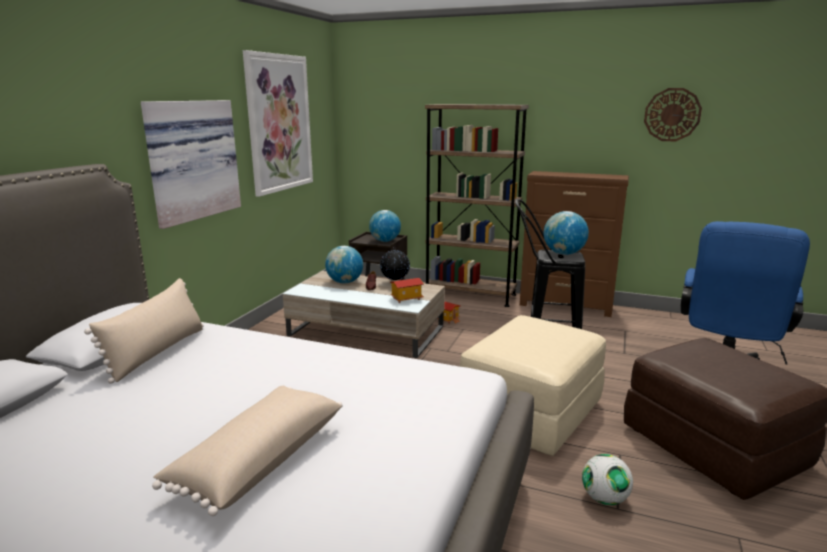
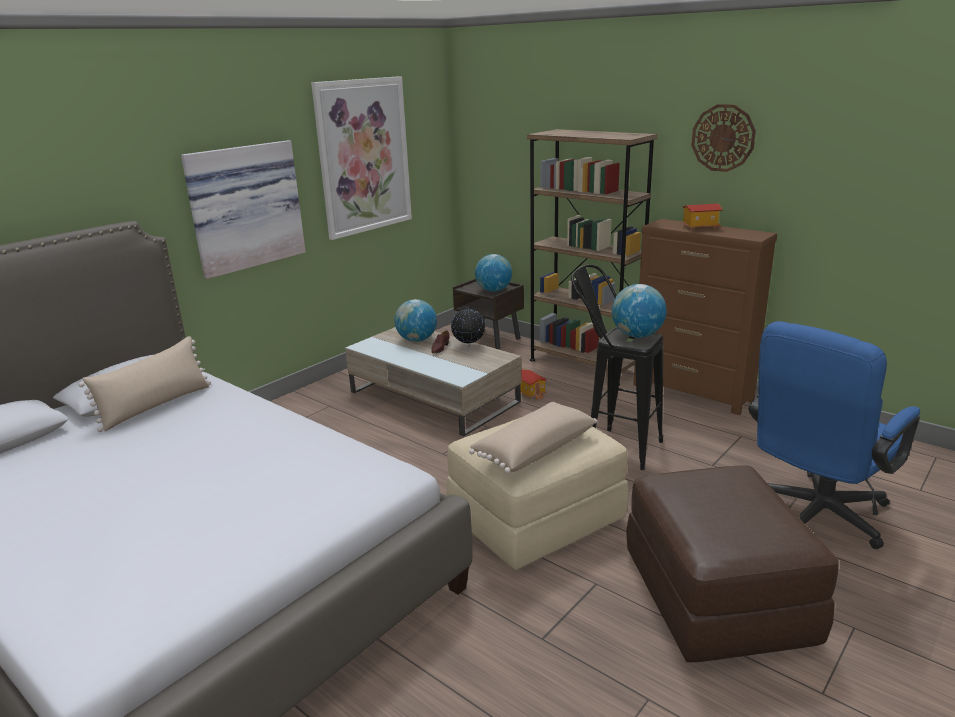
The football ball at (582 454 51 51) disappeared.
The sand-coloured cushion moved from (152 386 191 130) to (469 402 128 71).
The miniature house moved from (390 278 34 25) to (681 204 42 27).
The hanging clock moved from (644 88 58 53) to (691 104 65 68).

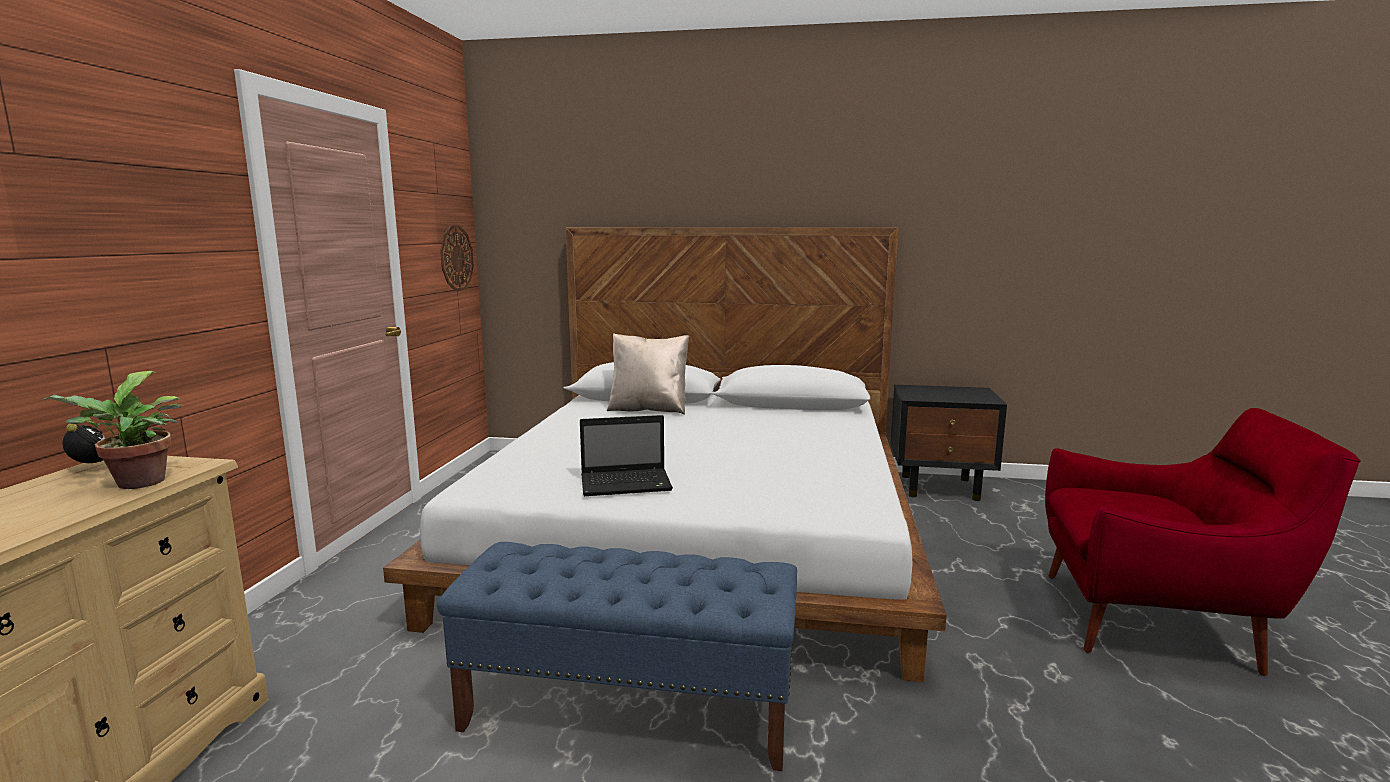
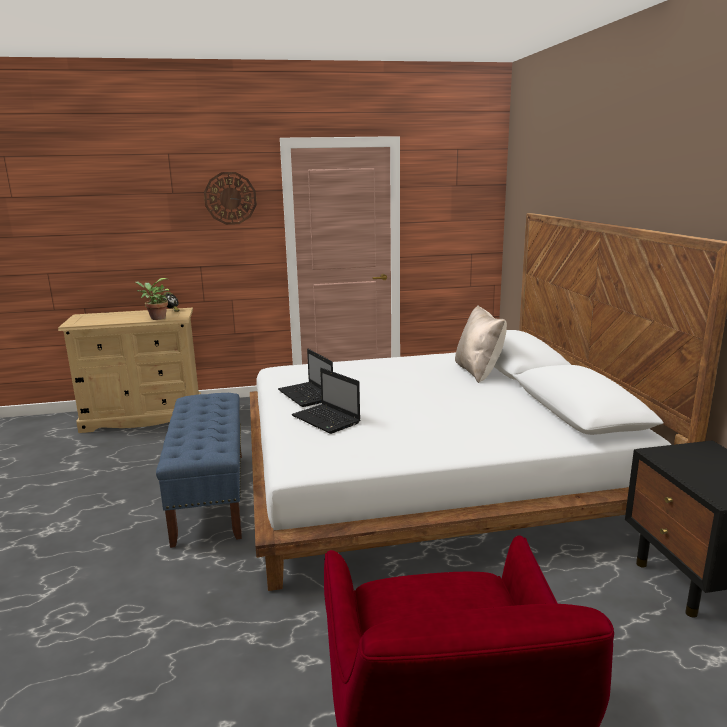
The laptop at (292 368 69 66) appeared.
The hanging clock moved from (440 226 34 65) to (204 172 53 53).

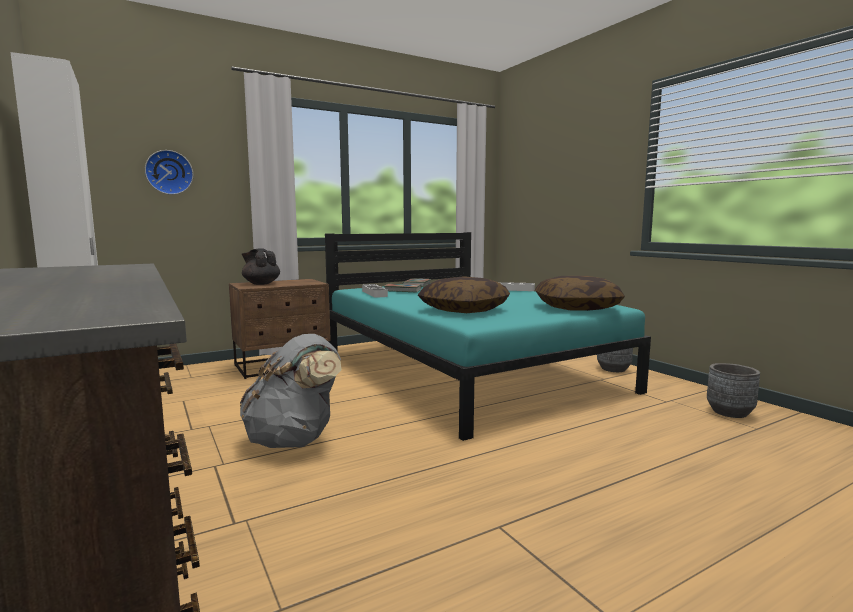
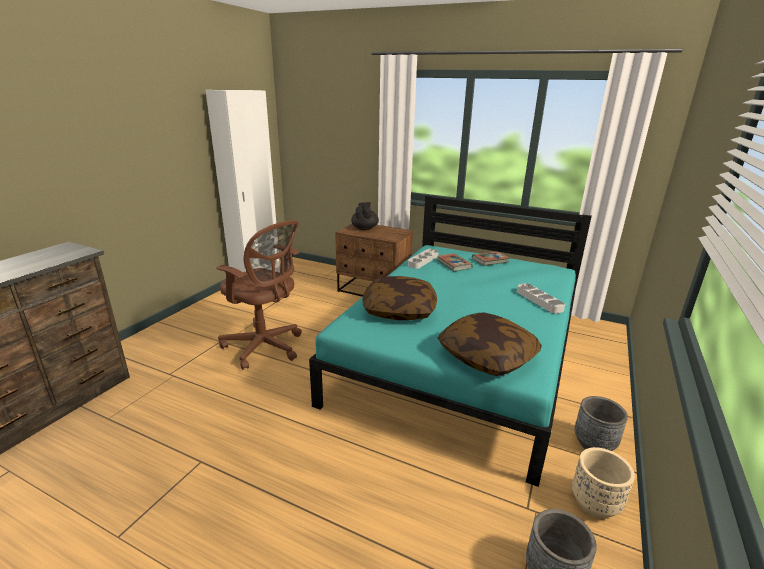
The hanging clock at (145 150 48 45) disappeared.
The sand-coloured plant pot at (572 447 63 71) appeared.
The gray knapsack at (240 334 102 114) was replaced by the brown desk chair at (216 220 86 150).

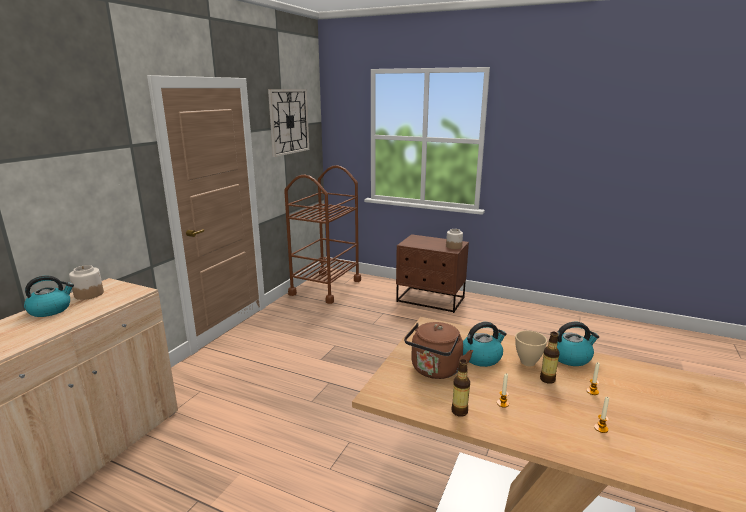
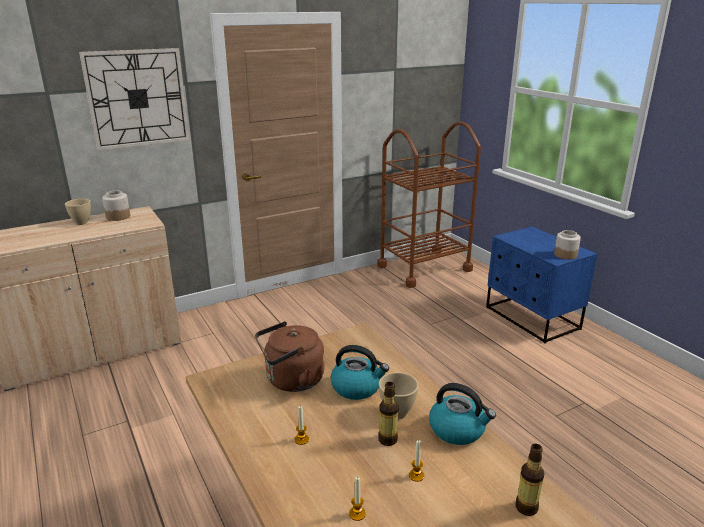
The hanging clock moved from (268 89 41 68) to (79 48 111 103).
The bottle moved from (452 359 18 58) to (515 444 30 72).
The water kettle at (24 276 50 41) was replaced by the sand-coloured serving bowl at (65 199 26 26).
The brown bedside table at (396 234 73 79) became the blue-coloured bedside table at (486 227 111 116).

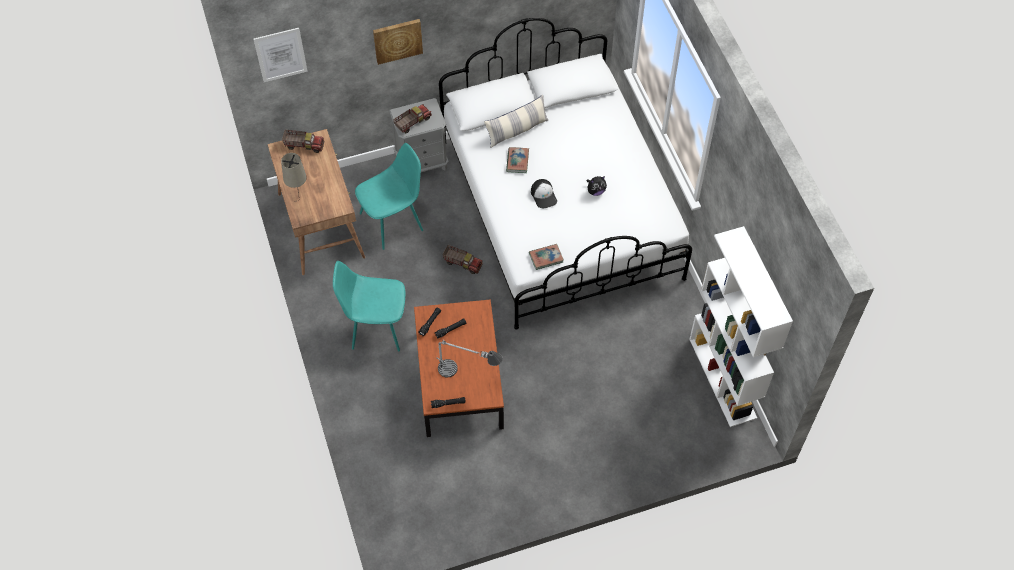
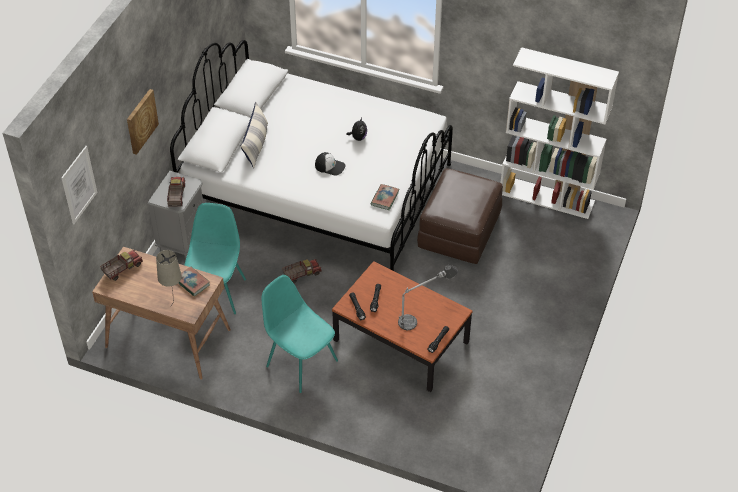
The brown footrest at (417 168 86 96) appeared.
The volume moved from (506 147 23 26) to (178 266 32 30).
The turquoise chair at (333 261 72 90) turned 90 degrees clockwise.

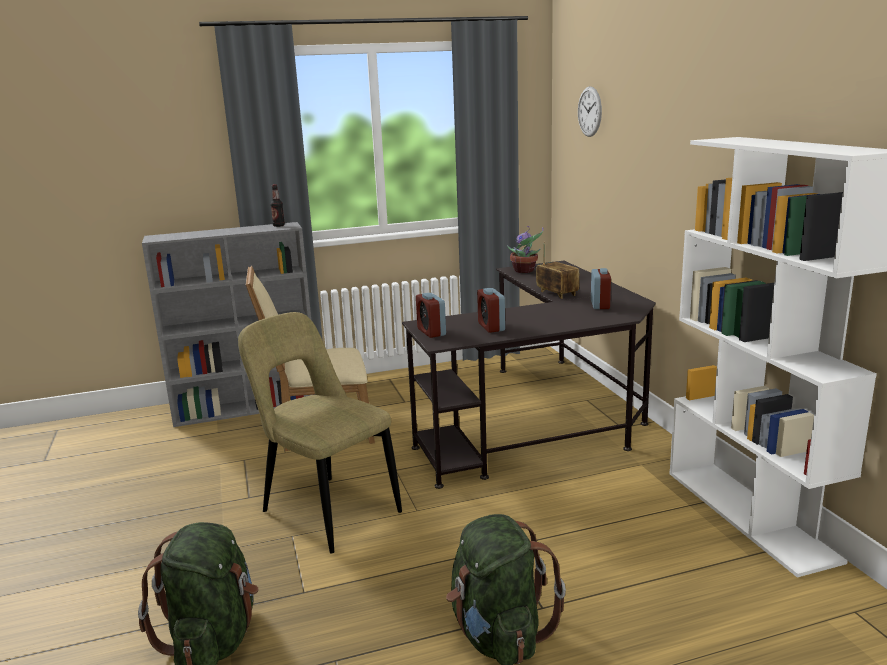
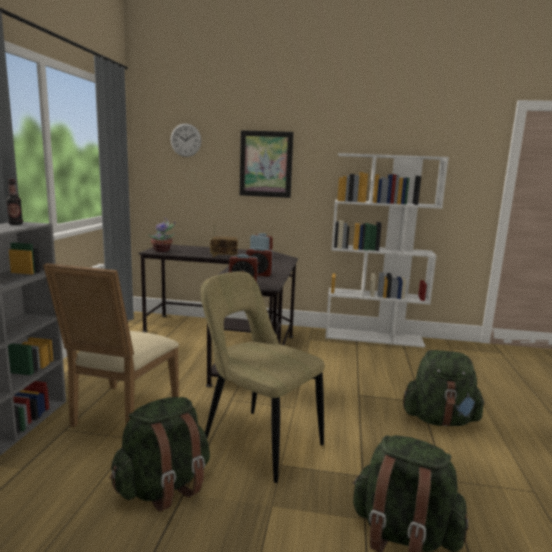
The green-coloured knapsack at (110 397 100 115) appeared.
The wall art at (240 130 54 68) appeared.
The sand-coloured chair at (238 312 164 242) turned 60 degrees clockwise.

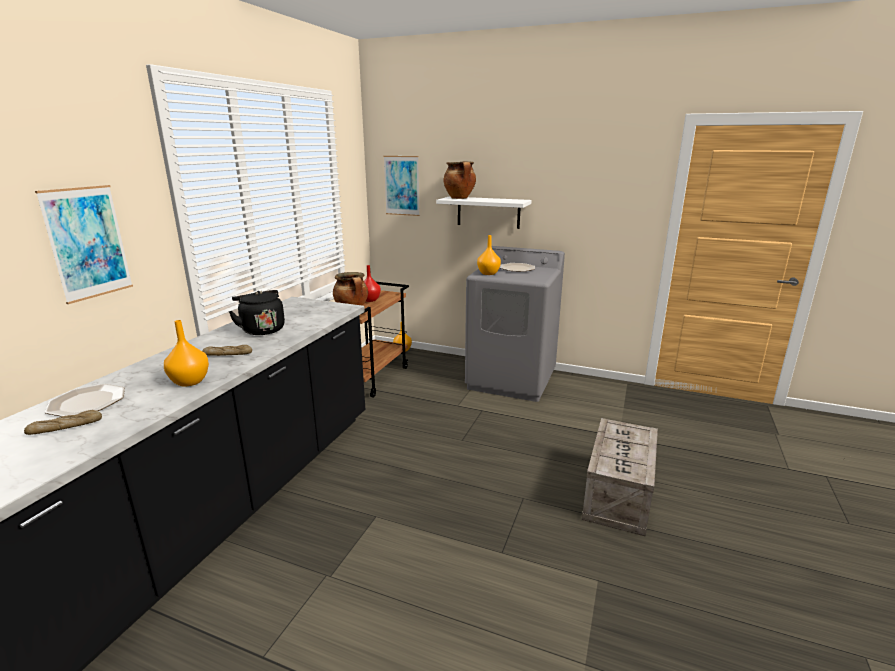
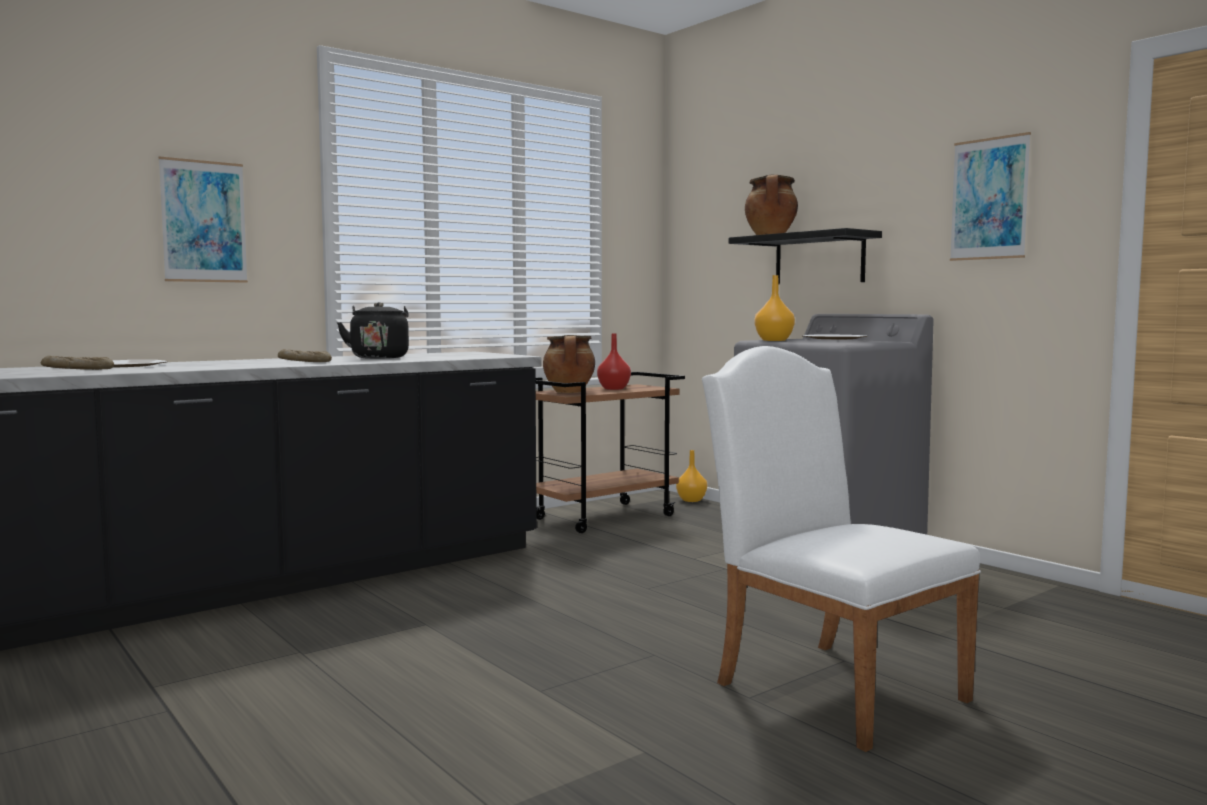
The orangey flower vase at (164 320 45 67) disappeared.
The wall art moved from (384 156 36 60) to (950 132 81 129).
The packing crate at (582 418 76 119) was replaced by the white-coloured chair at (702 346 279 406).
The white-coloured bracket shelf at (436 197 96 32) became the blackish bracket shelf at (729 228 153 56).

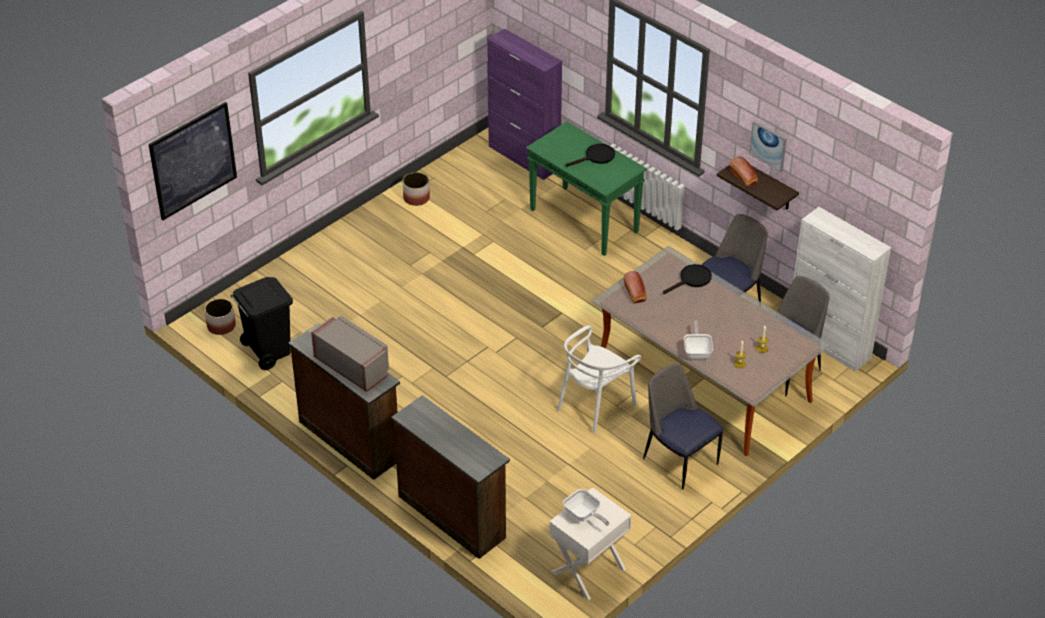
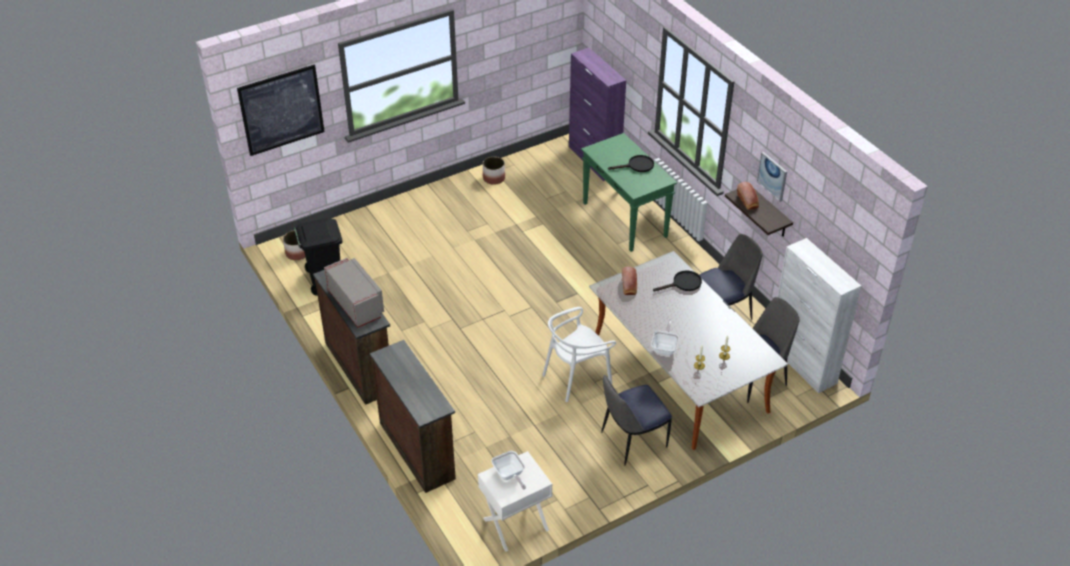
The chair at (643 363 80 127) turned 90 degrees counterclockwise.

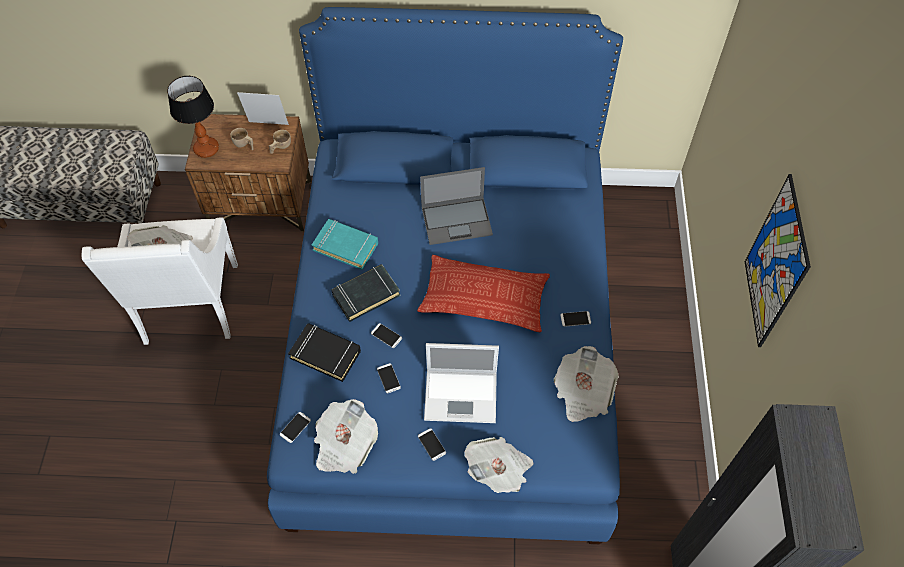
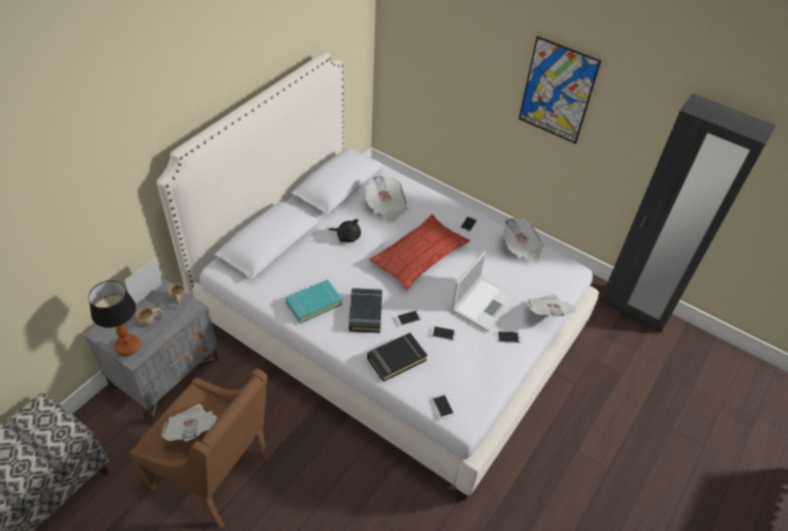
The daily paper moved from (314 399 64 75) to (365 174 43 49).
The laptop at (420 167 73 78) was replaced by the blackish soft toy at (329 219 32 23).
The white-coloured armchair at (82 217 156 128) became the brown armchair at (129 368 142 160).
The brown bedside table at (185 114 126 118) became the gray bedside table at (84 276 135 146).
The blue-coloured bedroom bed at (267 7 356 537) became the white-coloured bedroom bed at (157 52 442 449).

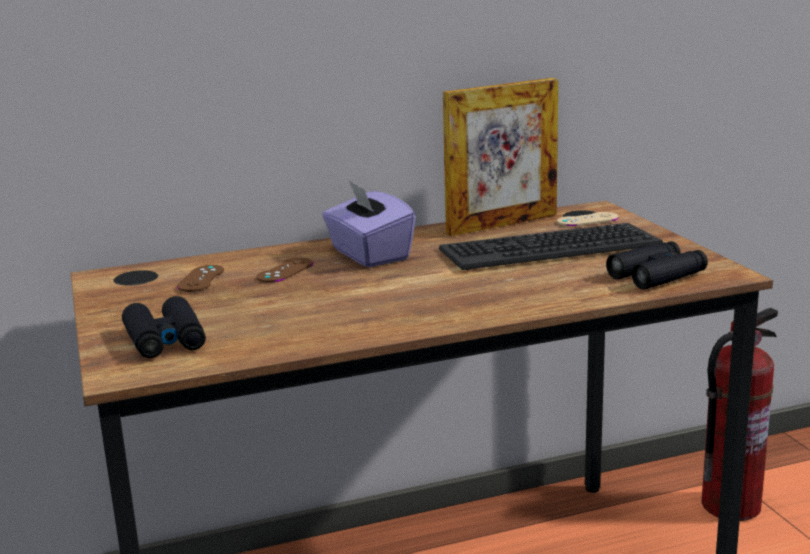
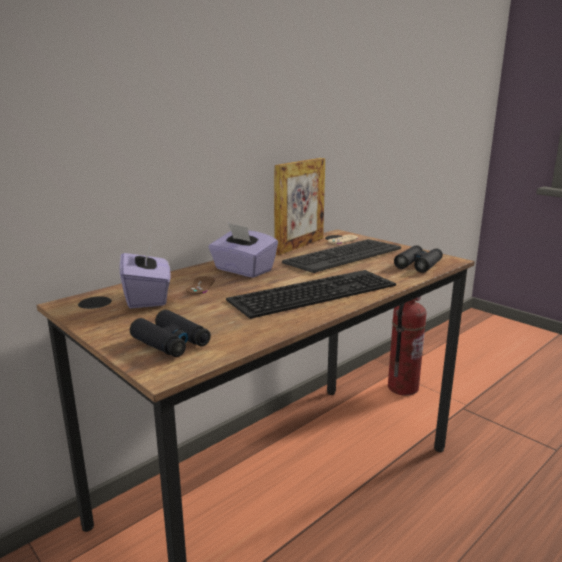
The computer keyboard at (226 270 170 49) appeared.
The brown game controller at (177 265 47 27) was replaced by the purple tissue holder at (120 242 51 67).

